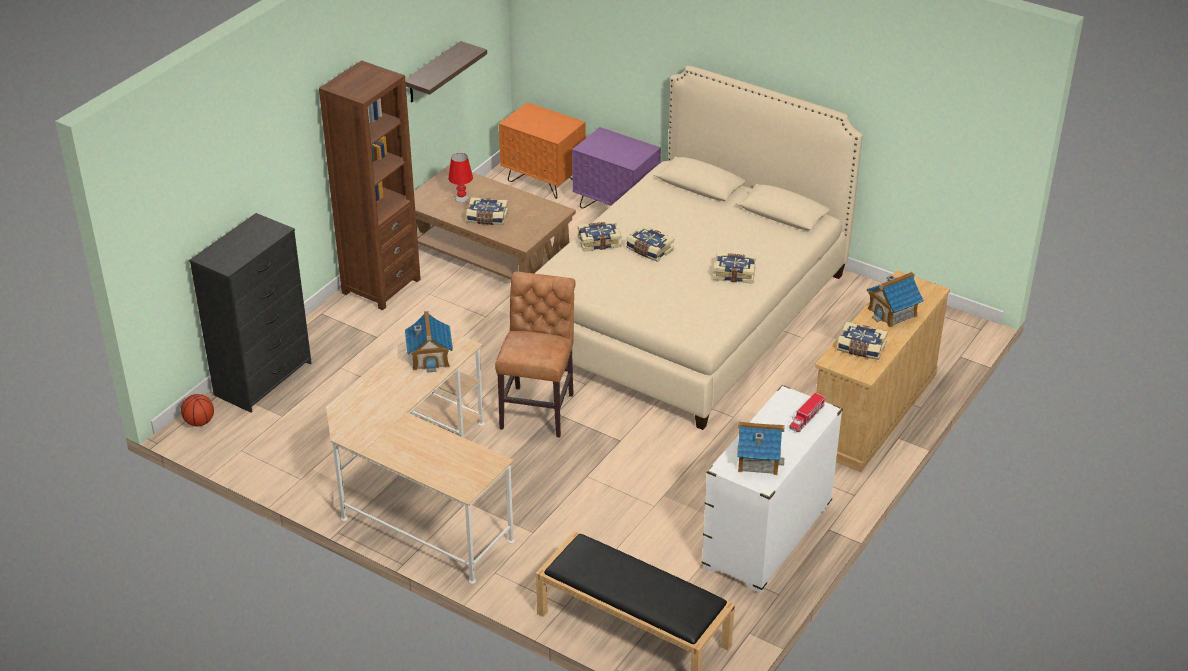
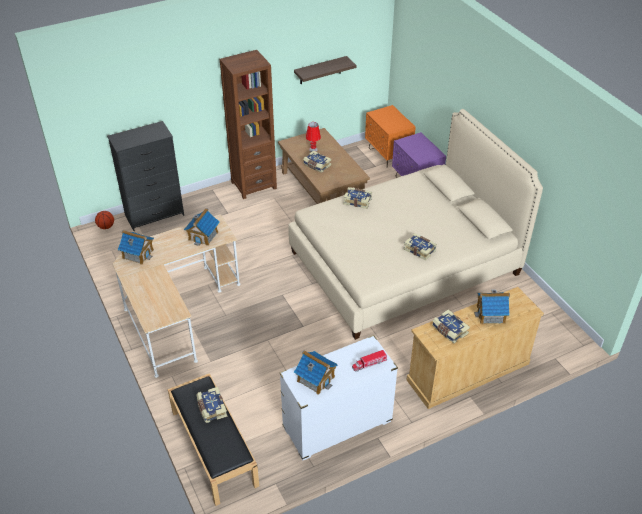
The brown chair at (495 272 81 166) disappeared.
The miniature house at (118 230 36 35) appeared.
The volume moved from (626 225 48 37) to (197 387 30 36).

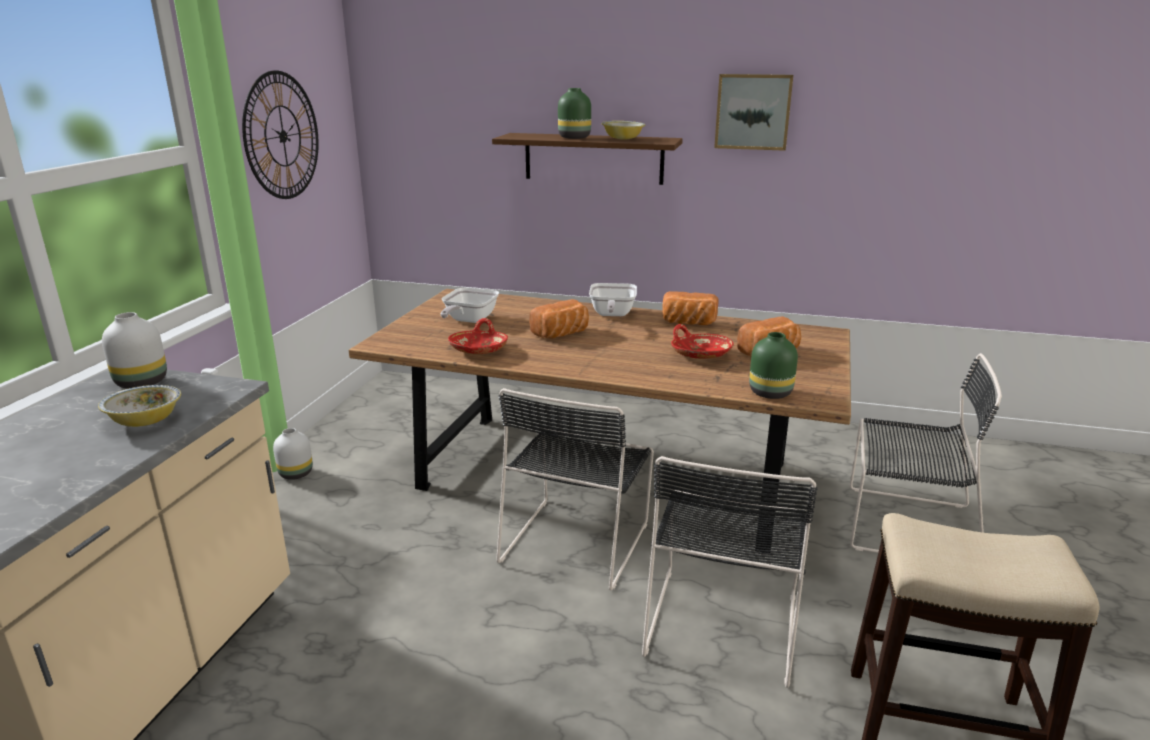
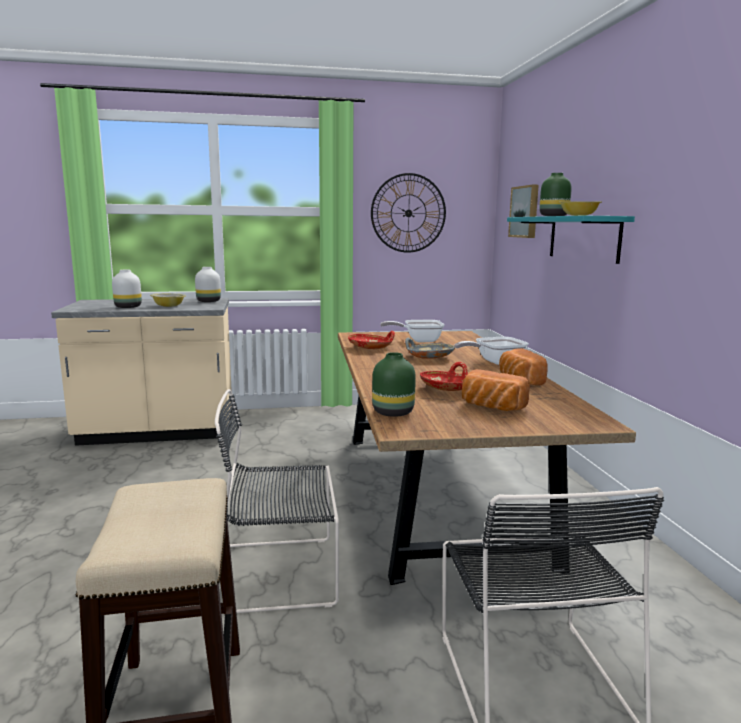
The blackish chair at (496 388 158 203) disappeared.
The white-coloured flower vase moved from (273 428 40 52) to (112 270 30 38).
The wall art moved from (714 74 79 77) to (508 185 31 53).
The bakery bread at (529 299 60 40) was replaced by the gray serving bowl at (405 338 50 21).
The brown bracket shelf at (492 133 191 52) became the turquoise bracket shelf at (507 215 128 49).

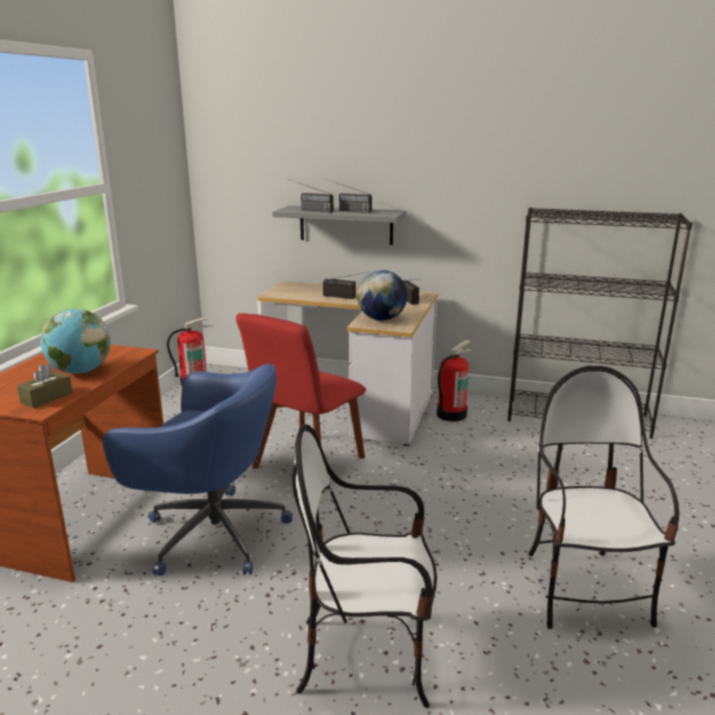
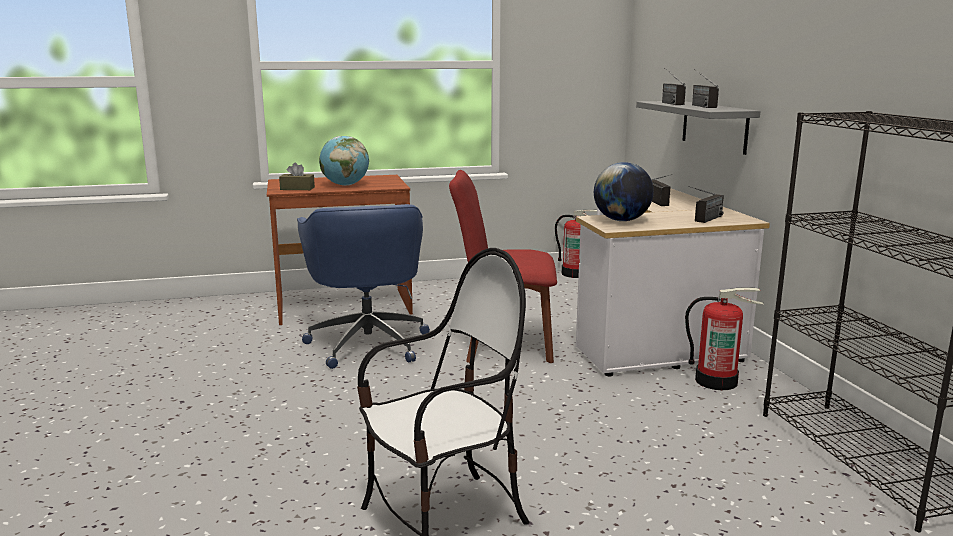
The chair at (292 424 145 284) disappeared.

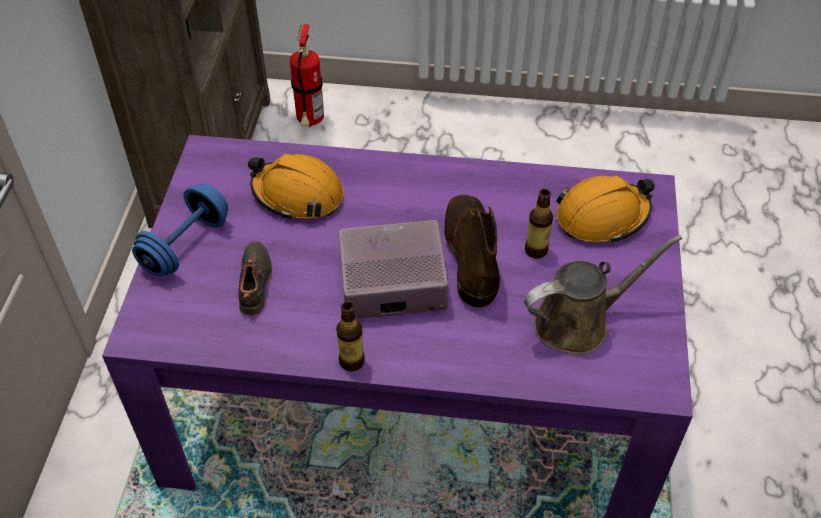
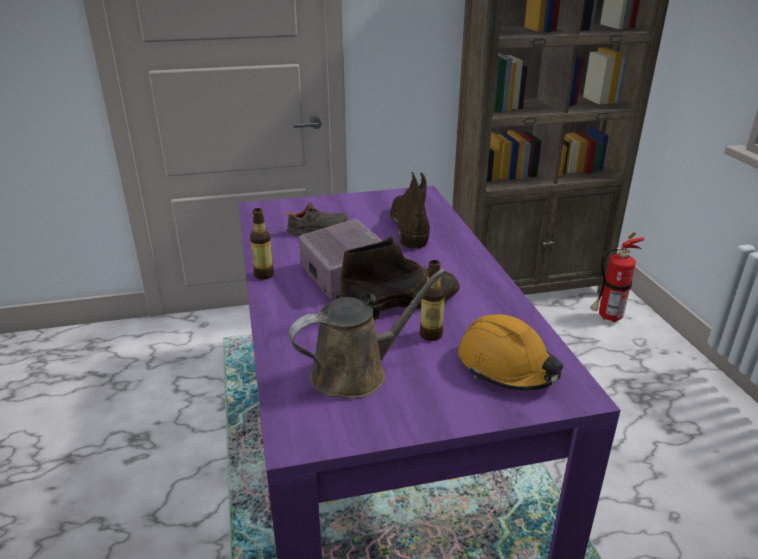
The blue-coloured hand weight at (132 184 96 93) disappeared.
The orangey safety helmet at (248 154 96 66) was replaced by the brown boot at (390 172 40 77).
The brown watering pot at (524 235 158 120) turned 75 degrees counterclockwise.

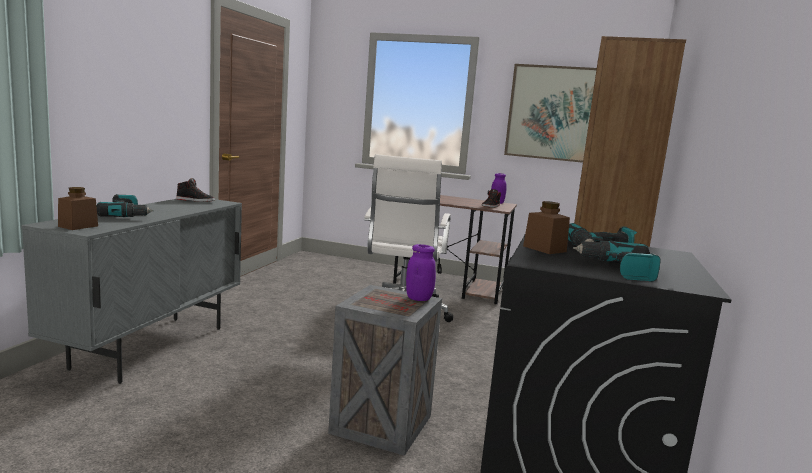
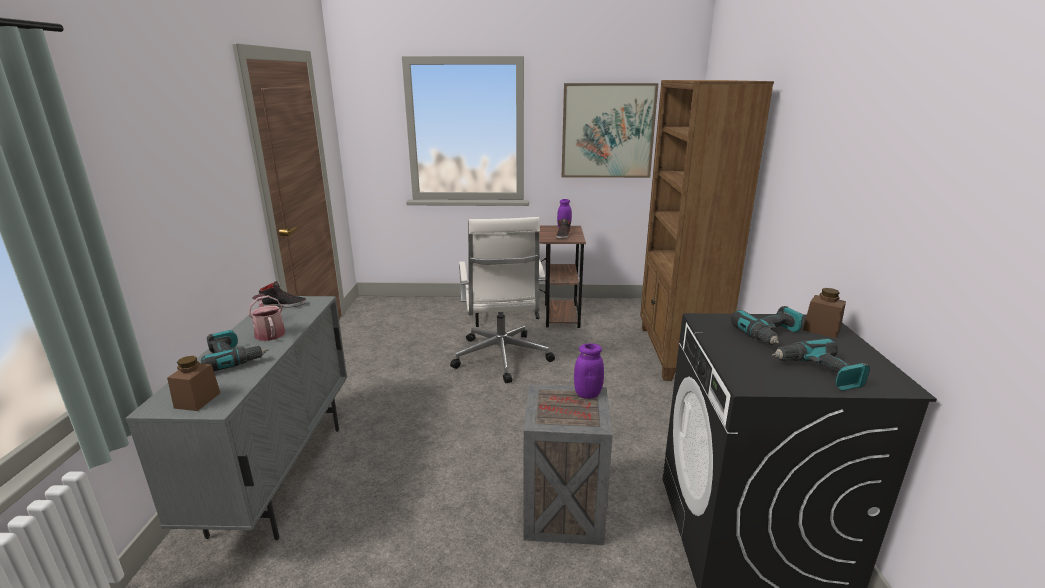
The watering pot at (249 294 36 47) appeared.
The brown preserve jar moved from (523 201 47 53) to (803 288 43 50).

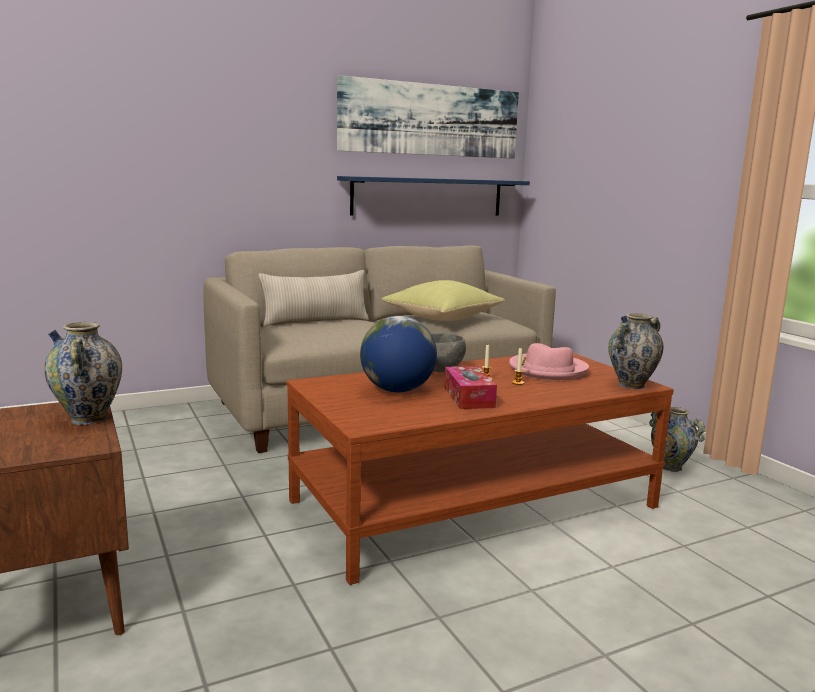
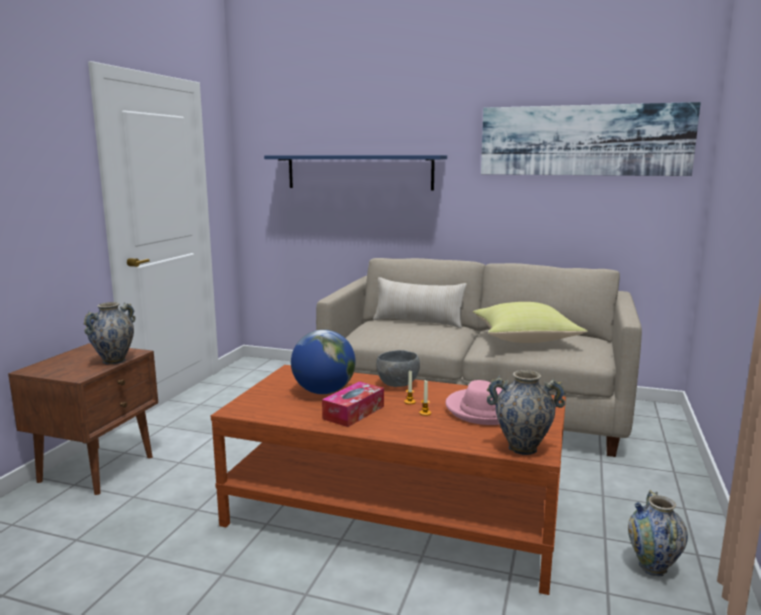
The blue-coloured bracket shelf moved from (337 176 193 39) to (264 155 183 35).

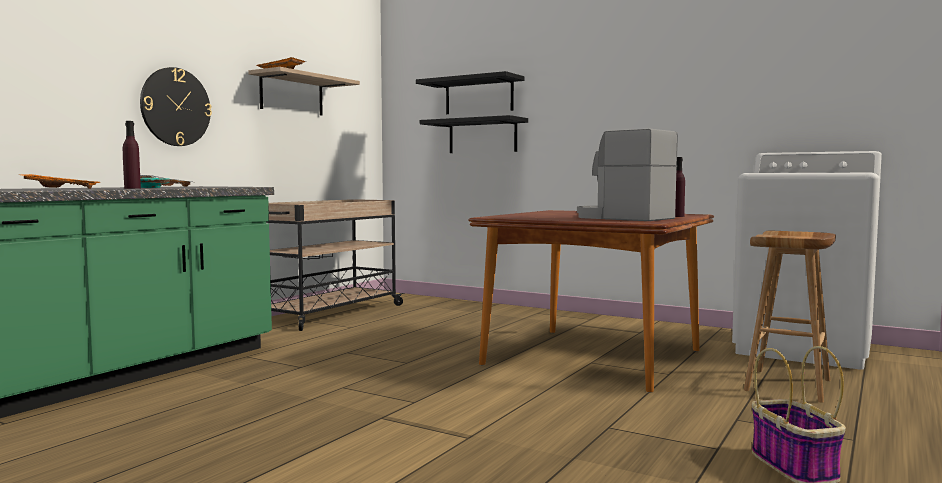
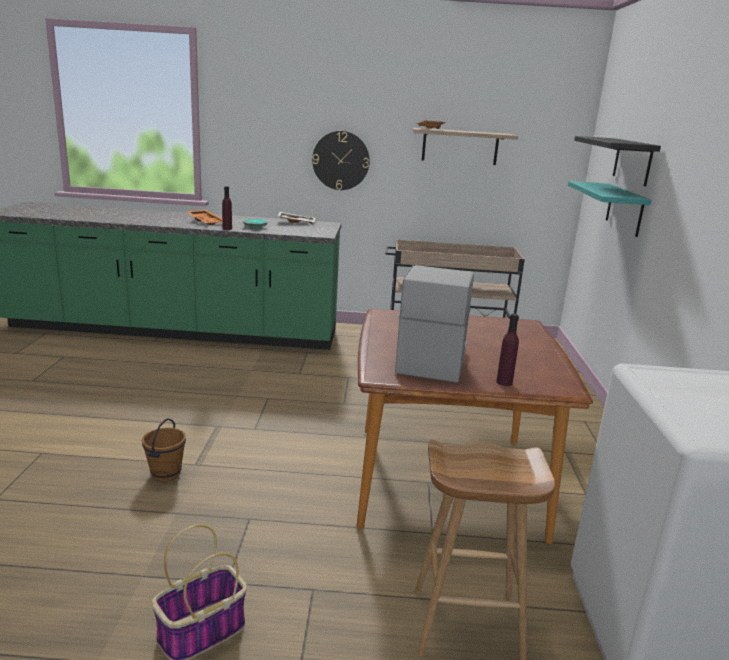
The brown pail at (142 418 44 64) appeared.
The blackish bracket shelf at (420 115 108 38) became the turquoise bracket shelf at (568 181 84 56).

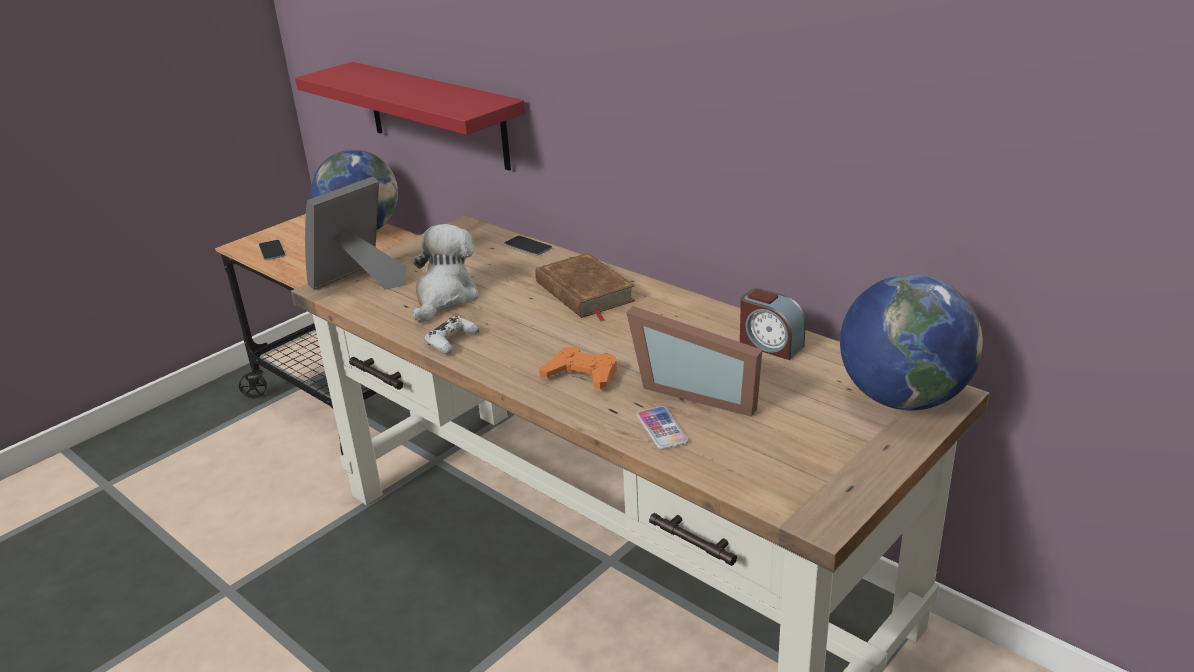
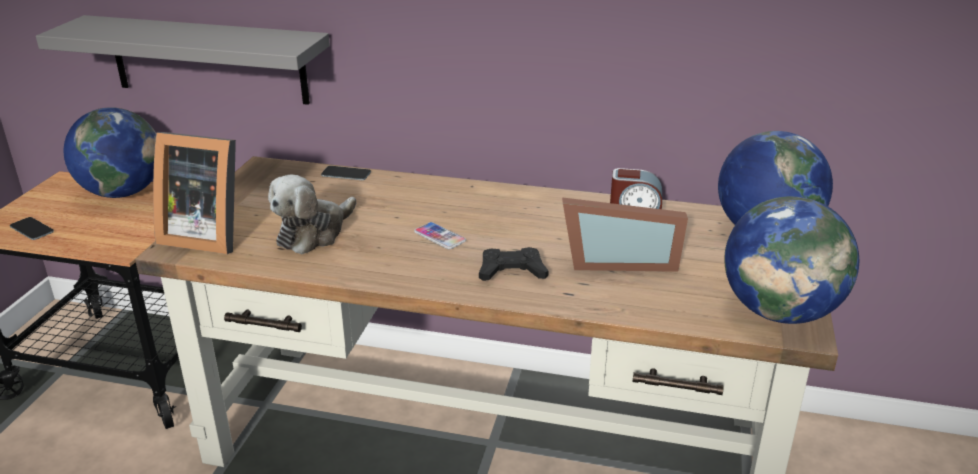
The white-coloured game controller at (424 316 56 38) disappeared.
The brown volume at (535 253 100 68) disappeared.
The world globe at (724 196 135 128) appeared.
The phone moved from (637 406 52 44) to (414 222 52 27).
The red-coloured bracket shelf at (295 62 230 109) became the gray bracket shelf at (36 15 294 90).
The orangey game controller at (539 347 78 43) became the blackish game controller at (479 247 70 34).
The standing frame at (305 177 101 113) turned 90 degrees counterclockwise.
The soft toy at (412 224 67 99) turned 135 degrees counterclockwise.

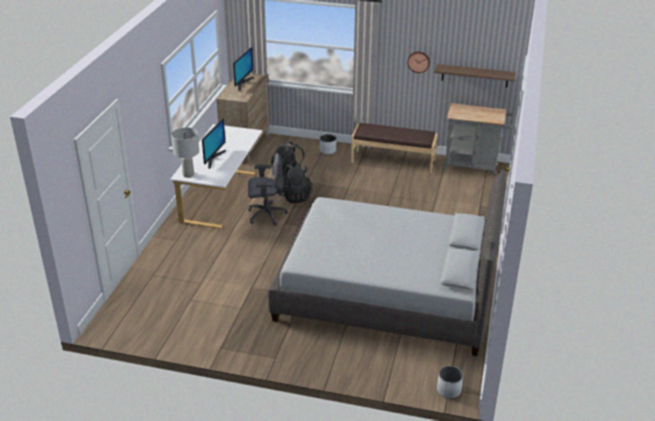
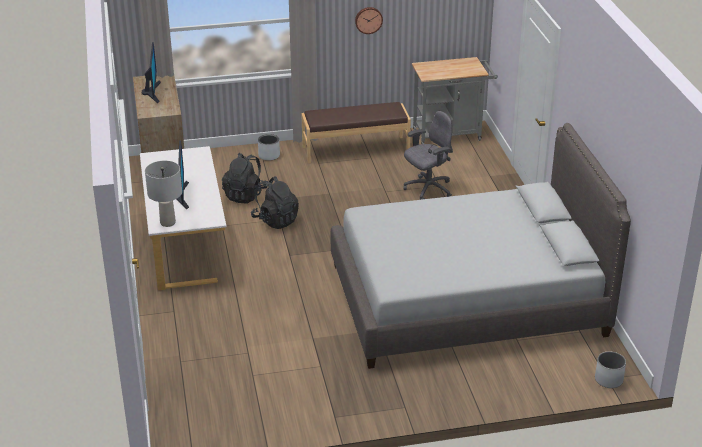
The bracket shelf at (434 64 82 23) disappeared.
The gray desk chair moved from (247 153 41 73) to (403 111 50 89).

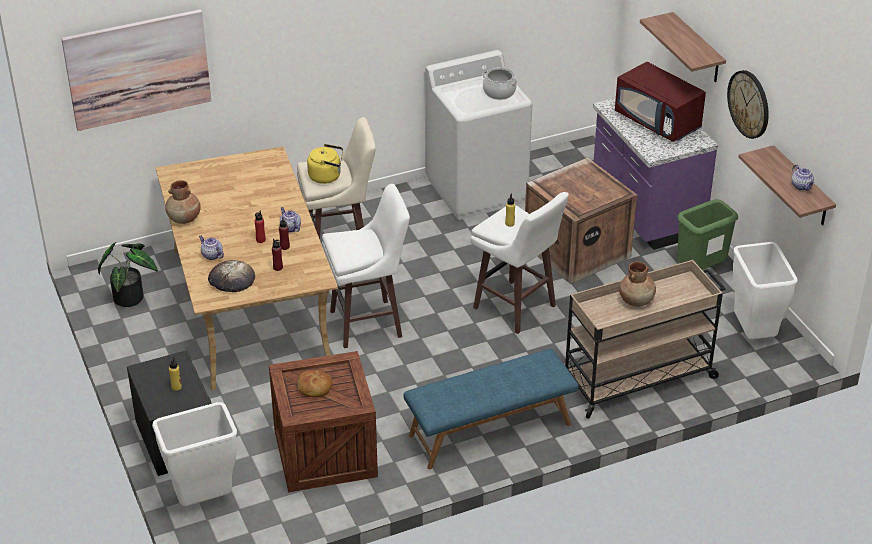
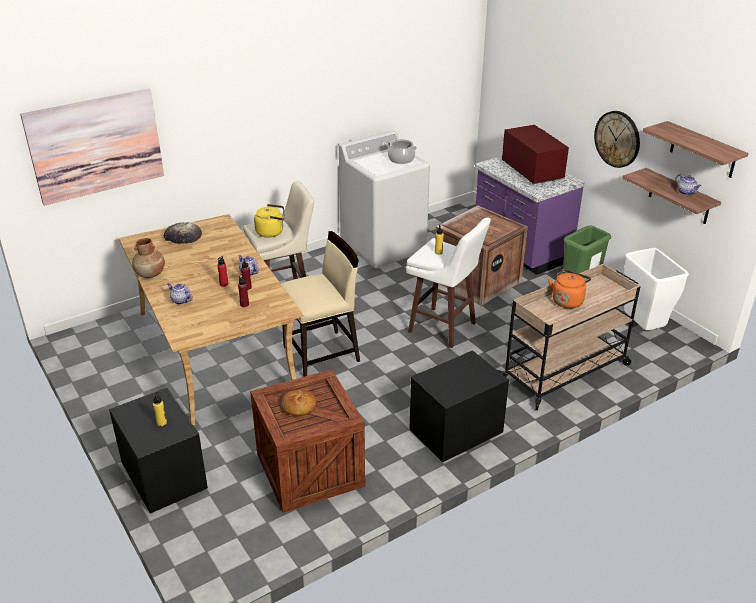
The houseplant at (98 242 60 65) disappeared.
The white-coloured waste bin at (152 402 85 104) disappeared.
The bakery bread moved from (208 260 47 32) to (164 222 38 22).
The bracket shelf moved from (640 12 86 70) to (643 121 106 57).
The white-coloured stool seat at (322 184 88 164) was replaced by the sand-coloured chair at (281 231 79 146).
The blue-coloured bench at (404 349 175 120) was replaced by the blackish bedside table at (410 351 99 111).
The brown flower vase at (619 262 37 45) was replaced by the orangey water kettle at (548 269 43 39).
The red-coloured microwave oven at (615 62 91 80) turned 150 degrees counterclockwise.

